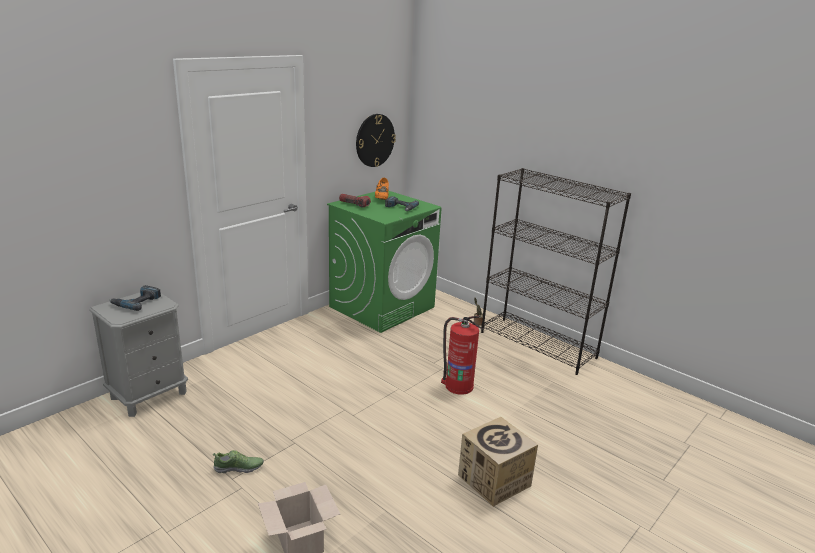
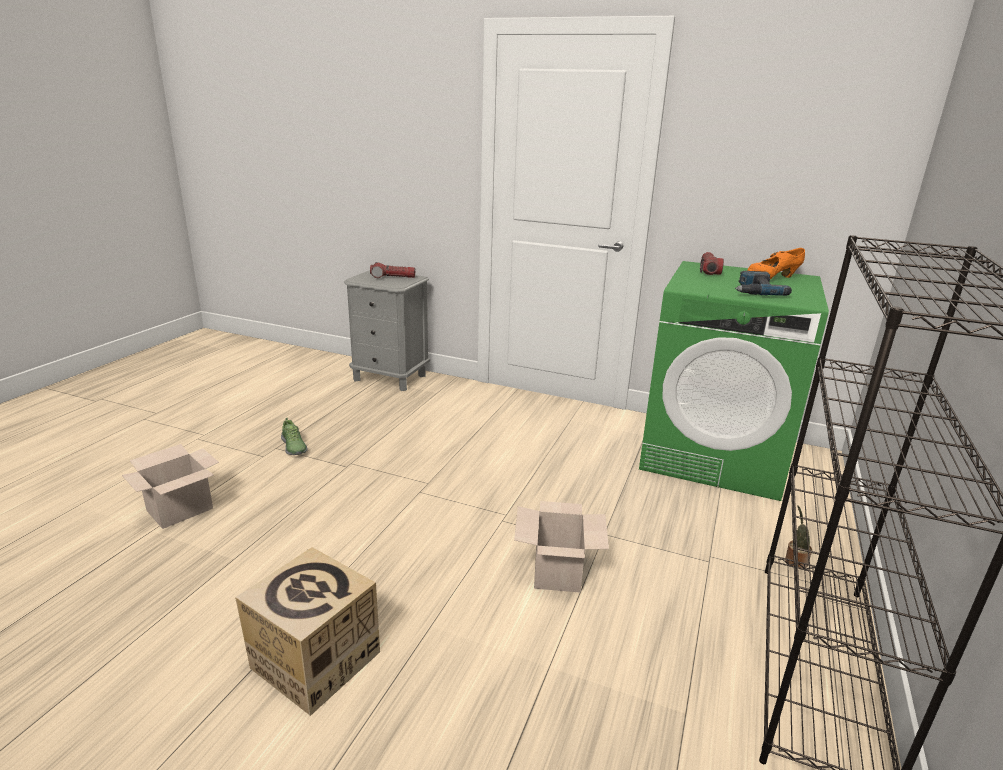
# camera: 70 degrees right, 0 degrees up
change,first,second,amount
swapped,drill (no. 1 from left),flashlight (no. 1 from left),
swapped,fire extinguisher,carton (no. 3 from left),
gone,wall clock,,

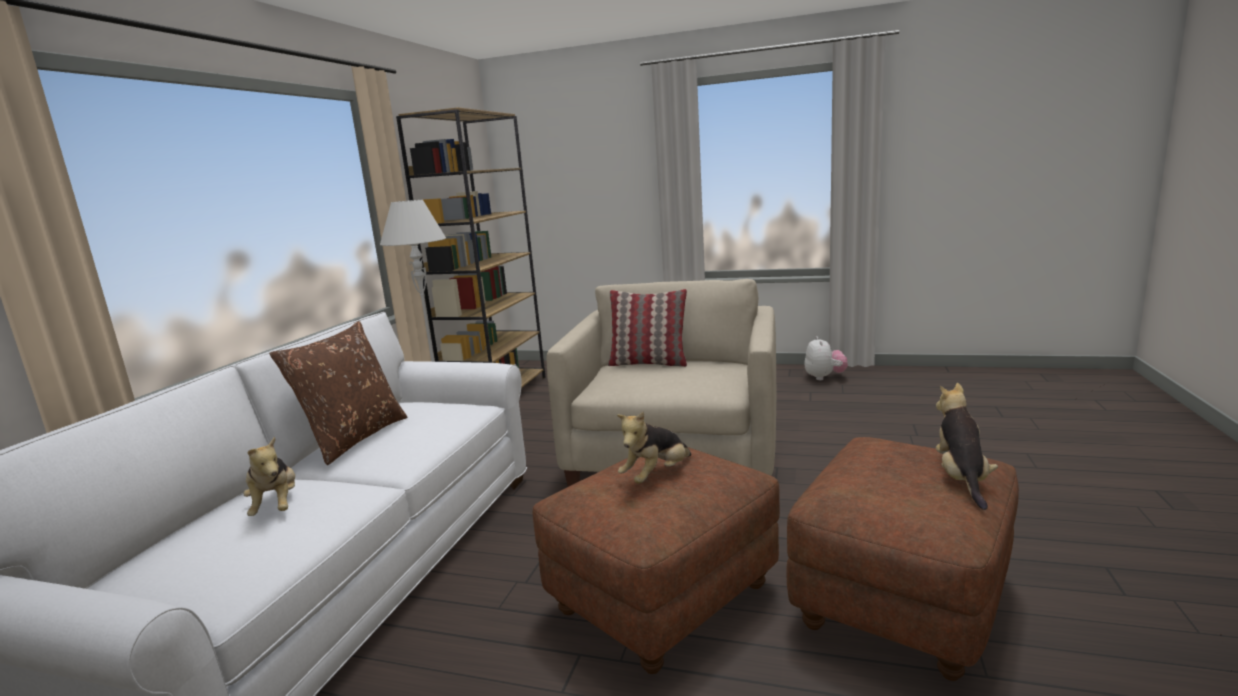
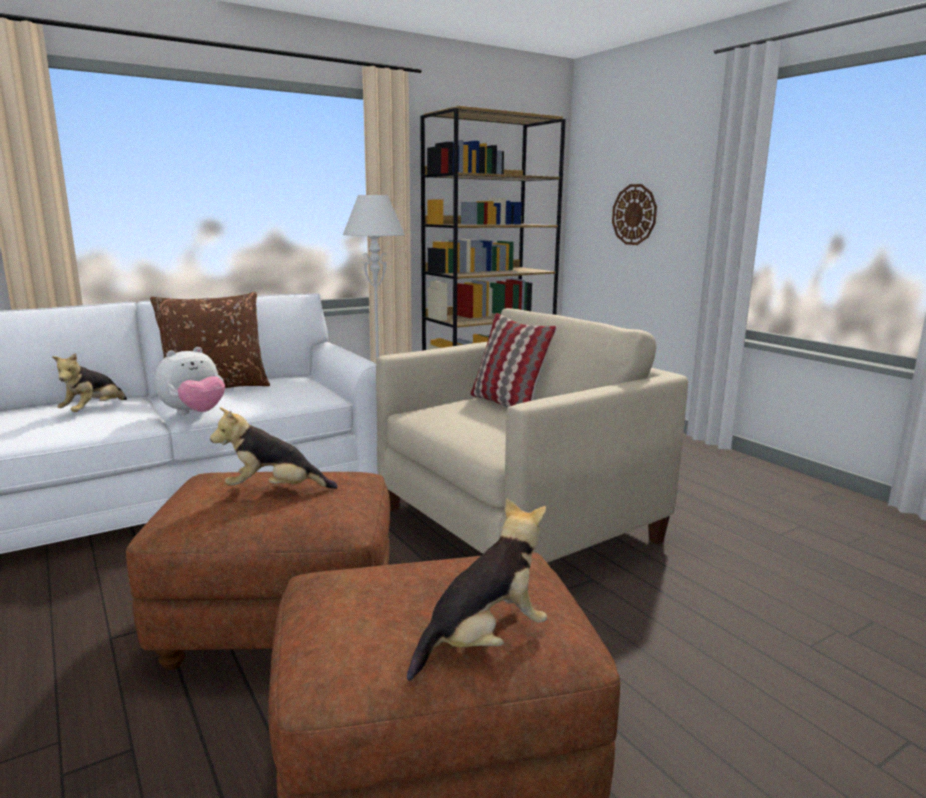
# camera: 40 degrees right, 0 degrees up
change,first,second,amount
shifted,cuddly toy (no. 3 from left in the first image),cuddly toy (no. 2 from left),
new,,wall clock,

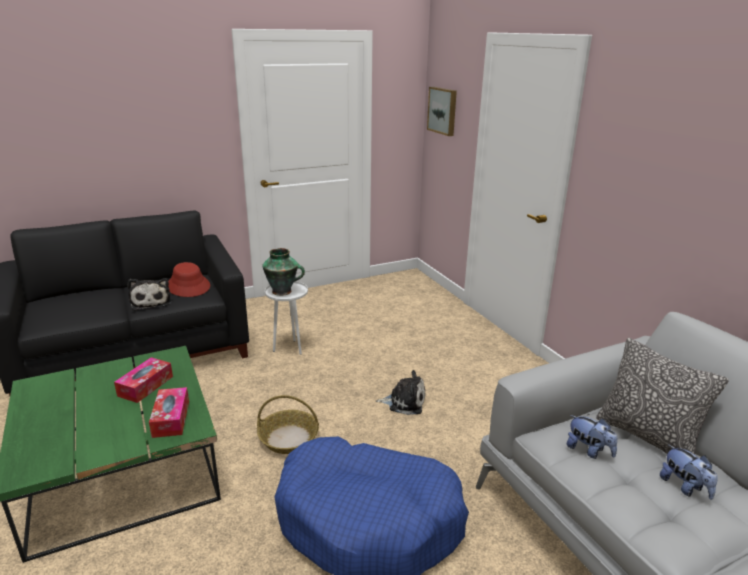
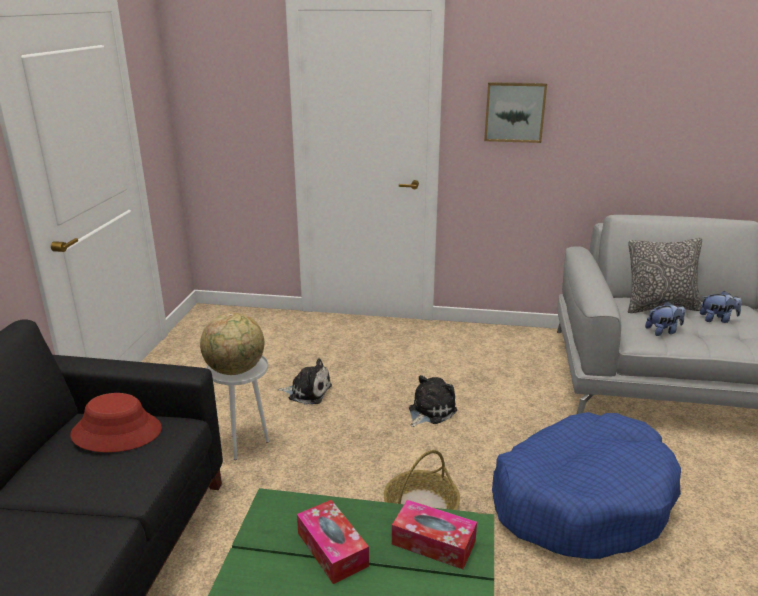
# camera: 55 degrees left, 0 degrees up
change,first,second,amount
swapped,vase,globe,
shifted,cuddly toy (no. 1 from left),,
shifted,wall picture,,

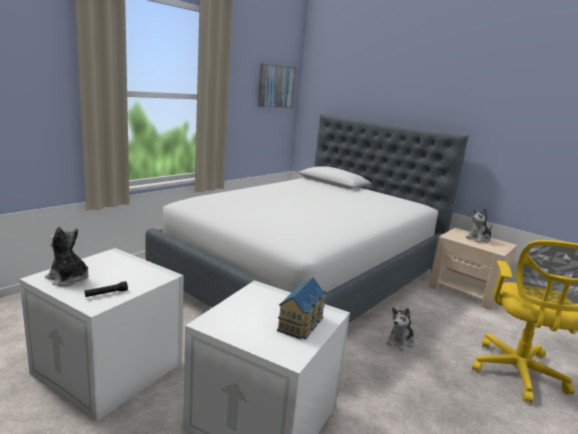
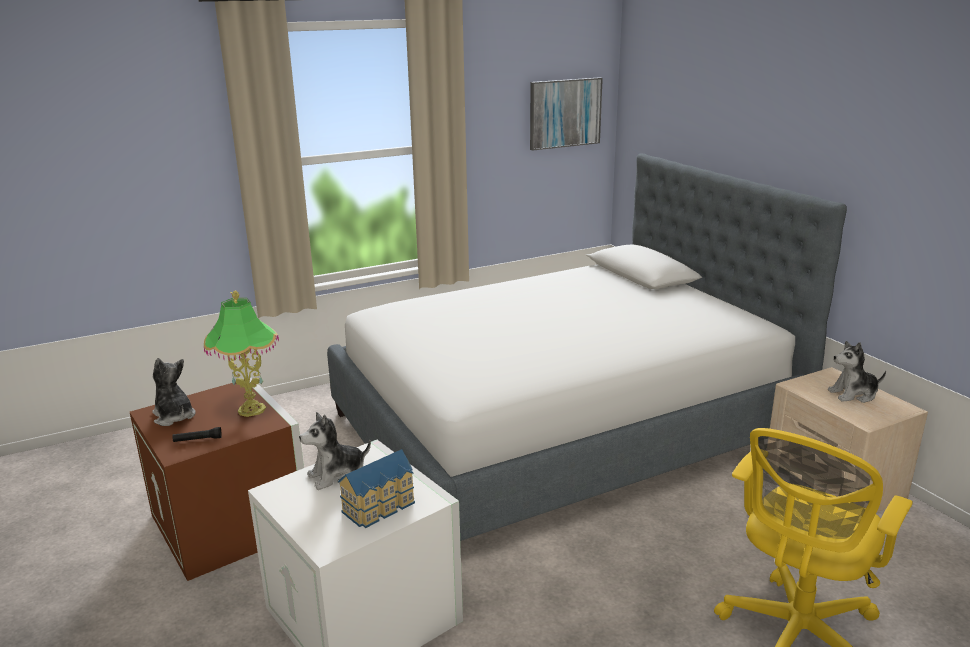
# camera: 25 degrees right, 5 degrees up
change,first,second,amount
repainted,white-coloured storage box (no. 1 from left),brown storage box,
new,,tabletop lamp,
shifted,cuddly toy (no. 2 from left),,

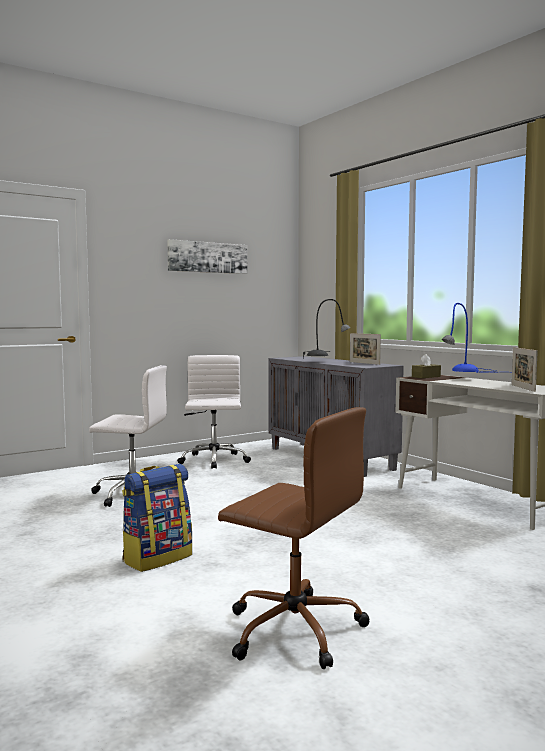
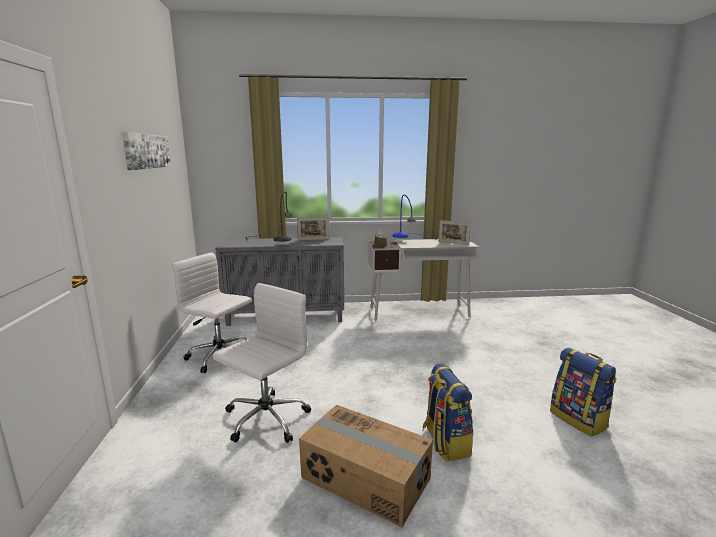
# camera: 60 degrees left, 10 degrees up
change,first,second,amount
new,,carton,
swapped,brown office chair,rucksack (no. 2 from left),

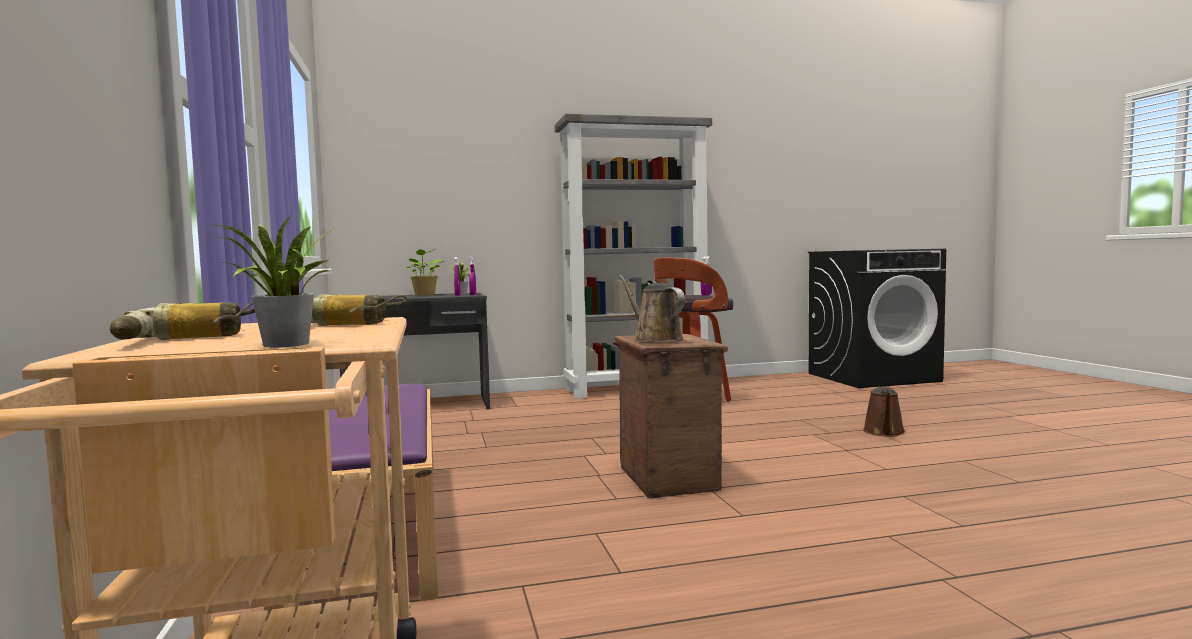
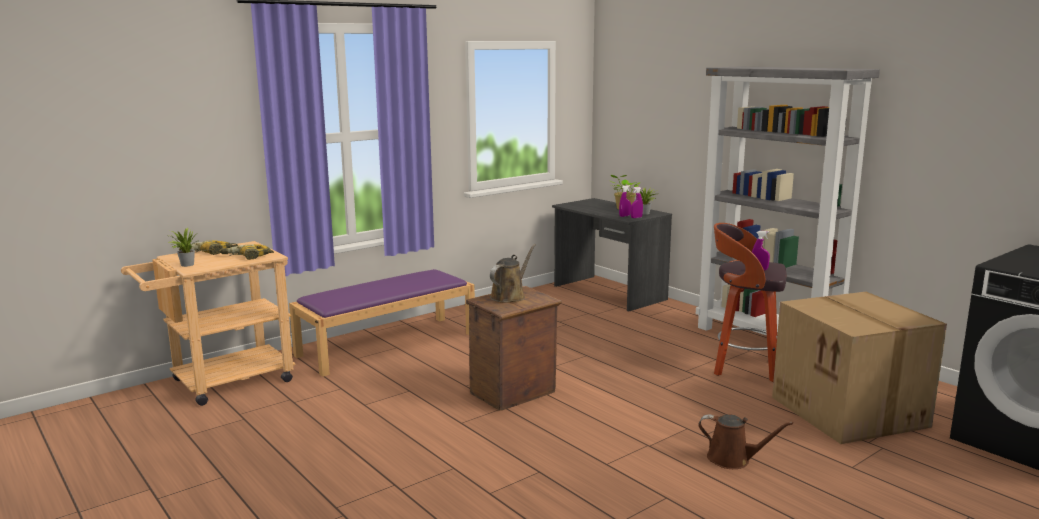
# camera: 65 degrees right, 10 degrees up
change,first,second,amount
rotated,brown sprinkling can (no. 2 from left),,150 degrees counterclockwise
new,,carton,

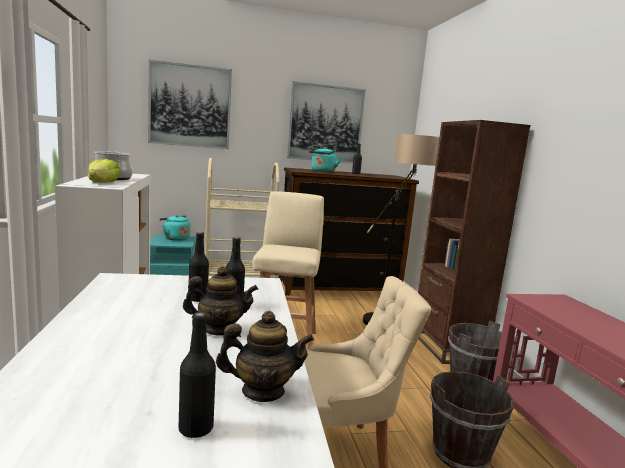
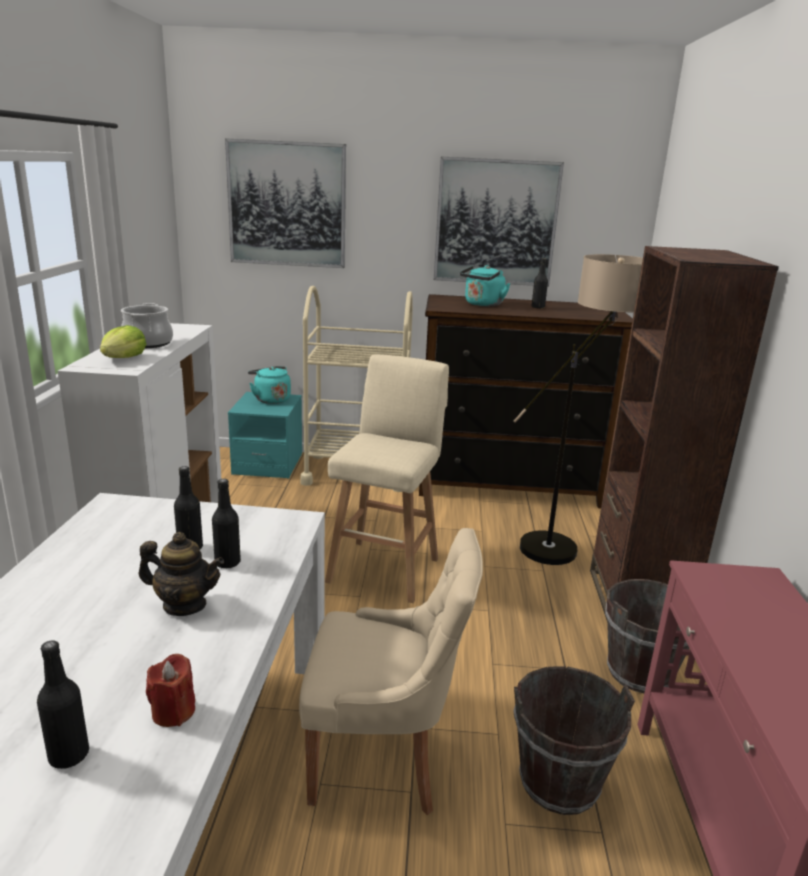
# camera: 15 degrees right, 10 degrees up
change,first,second,amount
swapped,tea pot (no. 2 from left),red-coloured wax candle,

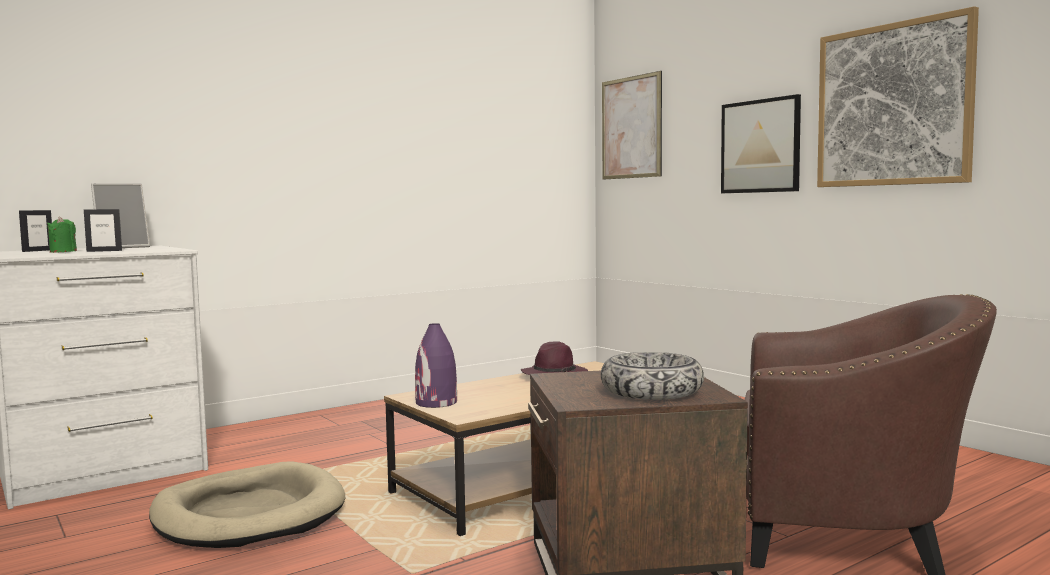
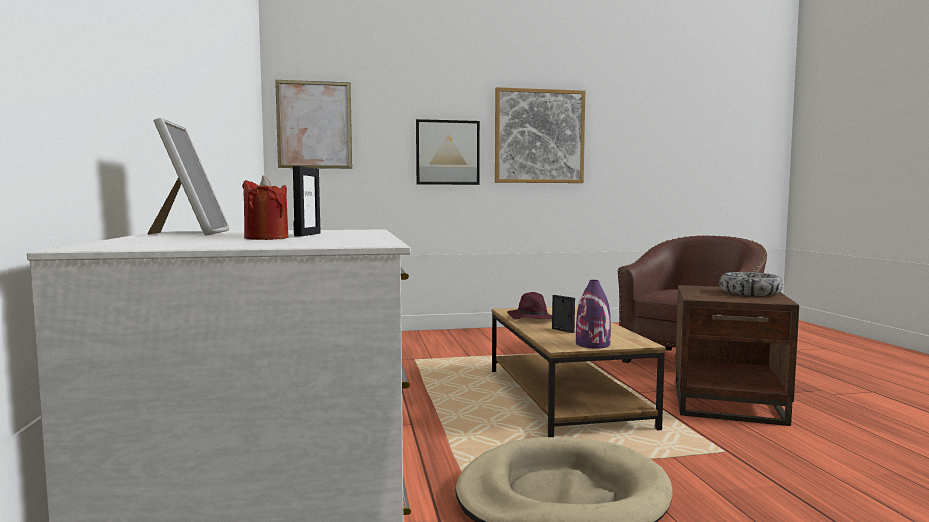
# camera: 65 degrees left, 0 degrees up
change,first,second,amount
repainted,green wax candle,red-coloured wax candle,
shifted,standing frame (no. 1 from left in the first image),standing frame (no. 3 from left),

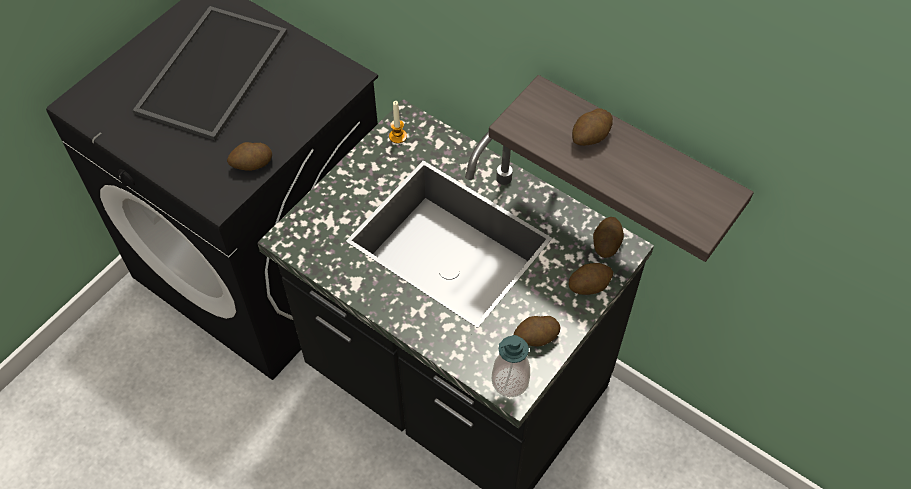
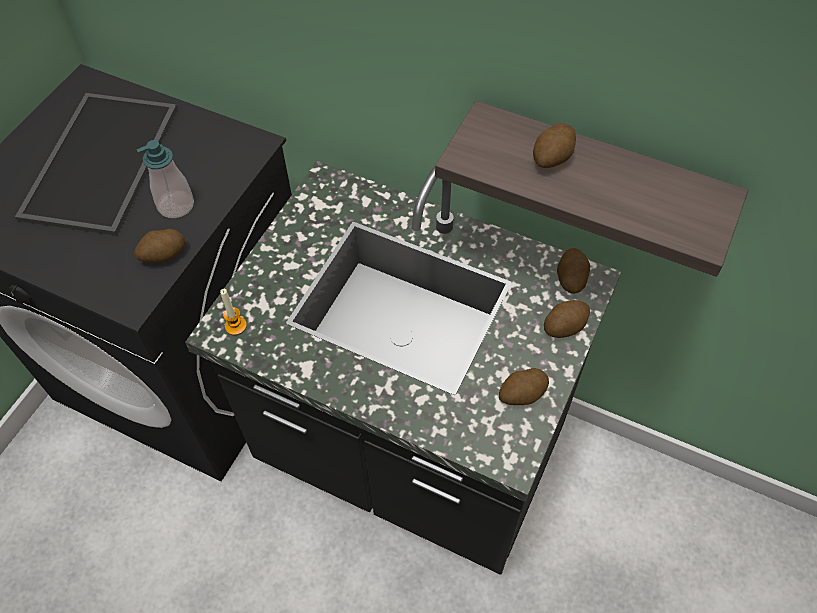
# camera: 10 degrees left, 0 degrees up
change,first,second,amount
shifted,soap dispenser,,
shifted,wax candle,,

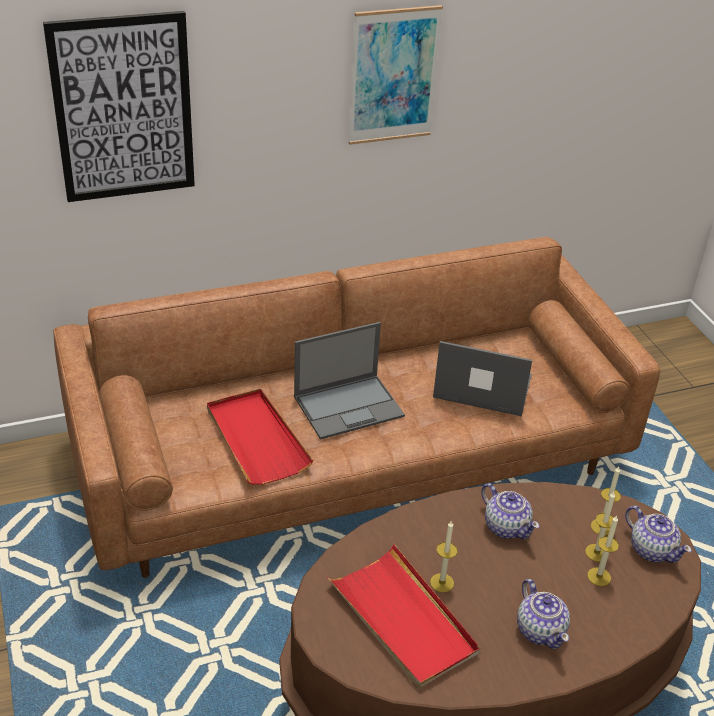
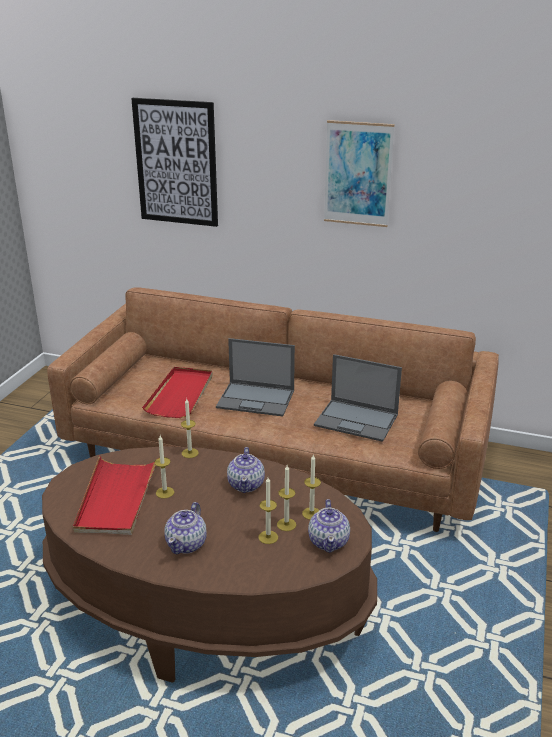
# camera: 40 degrees right, 10 degrees down
change,first,second,amount
new,,wax candle (no. 2 from left),
rotated,portable computer (no. 2 from left),,150 degrees clockwise

